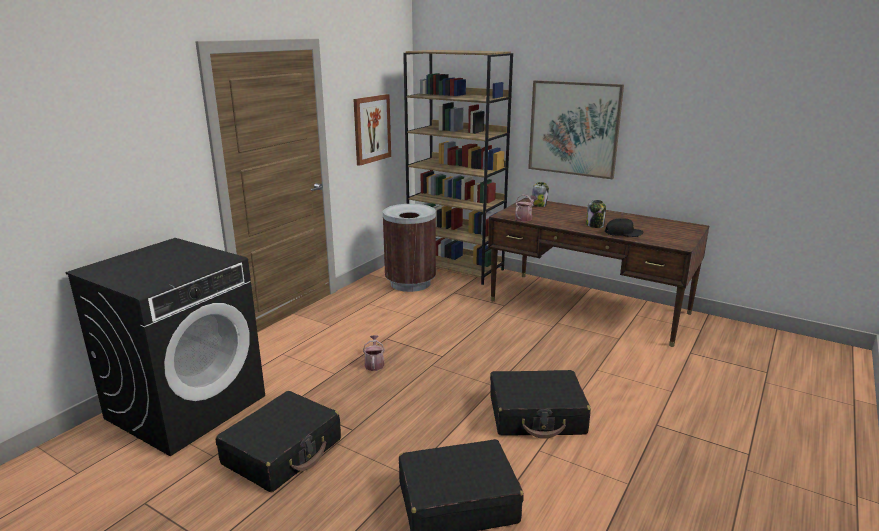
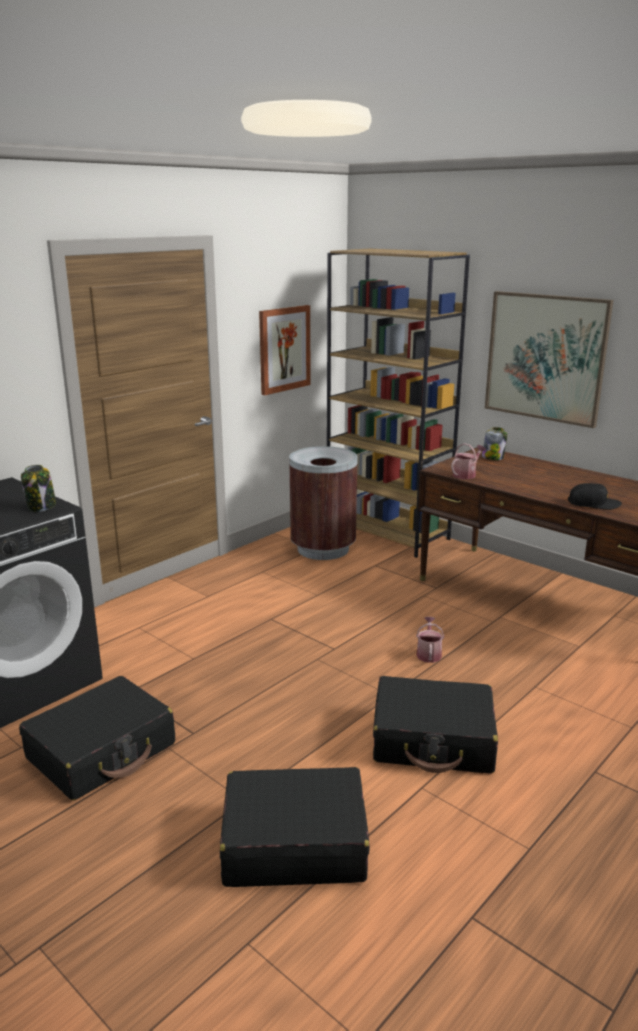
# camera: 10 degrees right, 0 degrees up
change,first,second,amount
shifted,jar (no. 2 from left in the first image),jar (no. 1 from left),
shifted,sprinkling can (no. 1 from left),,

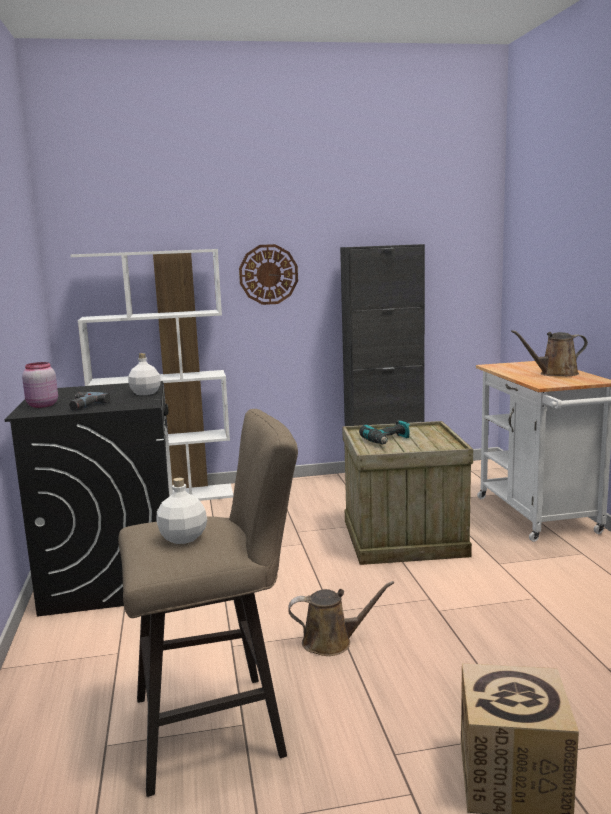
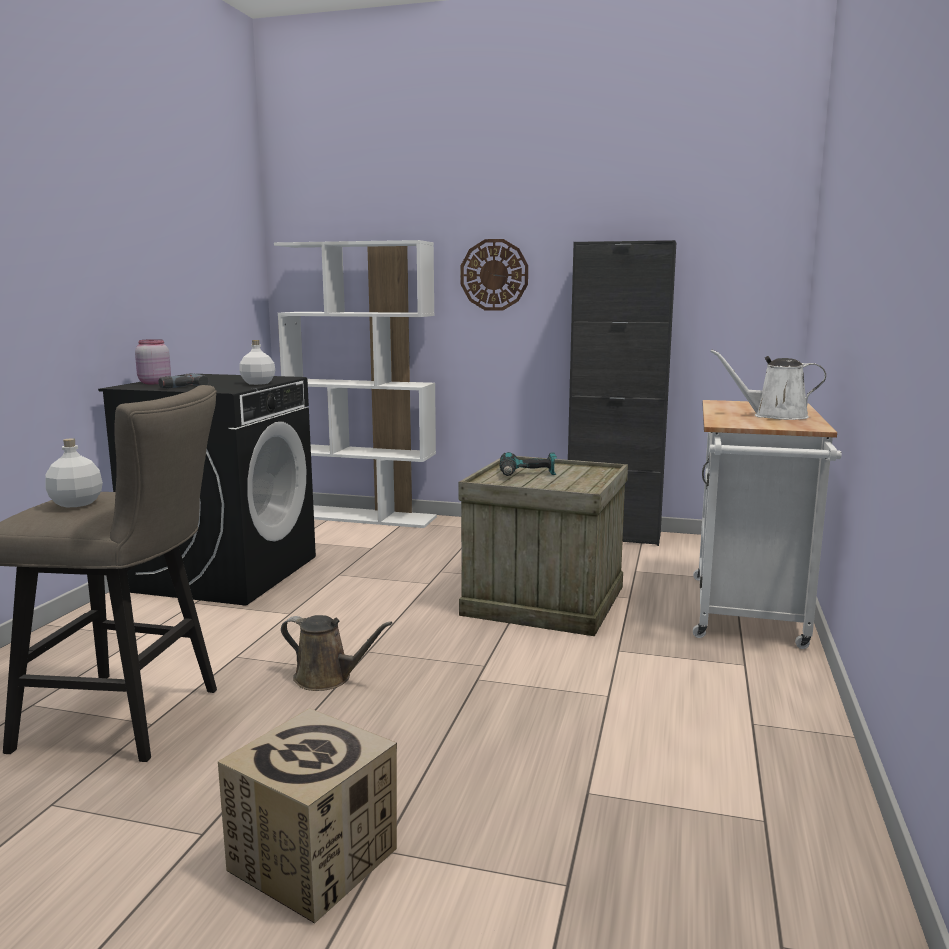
# camera: 25 degrees right, 0 degrees up
change,first,second,amount
repainted,brown sprinkling can (no. 2 from left),white-coloured sprinkling can,

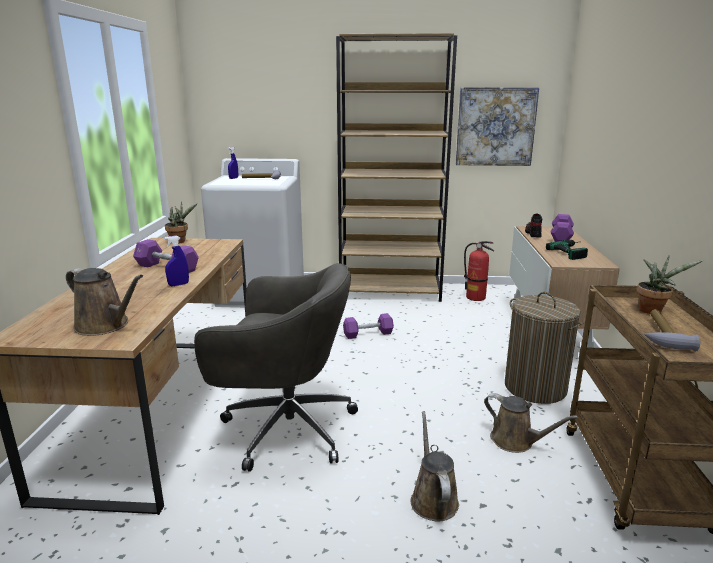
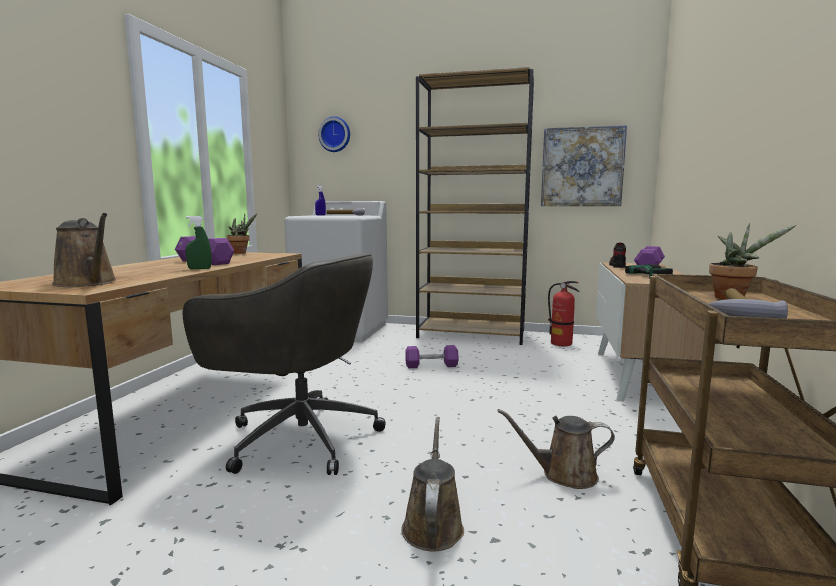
# camera: 10 degrees right, 10 degrees down
change,first,second,amount
repainted,bluish hand sprayer (no. 1 from left),green hand sprayer,
new,,wall clock,
rotated,brown sprinkling can (no. 3 from left),,135 degrees clockwise
gone,washing basket,,

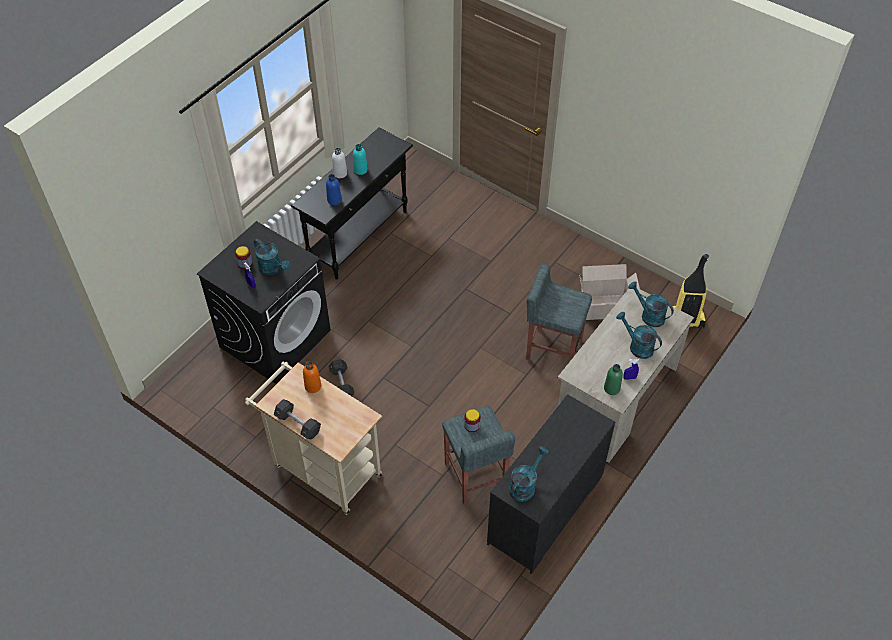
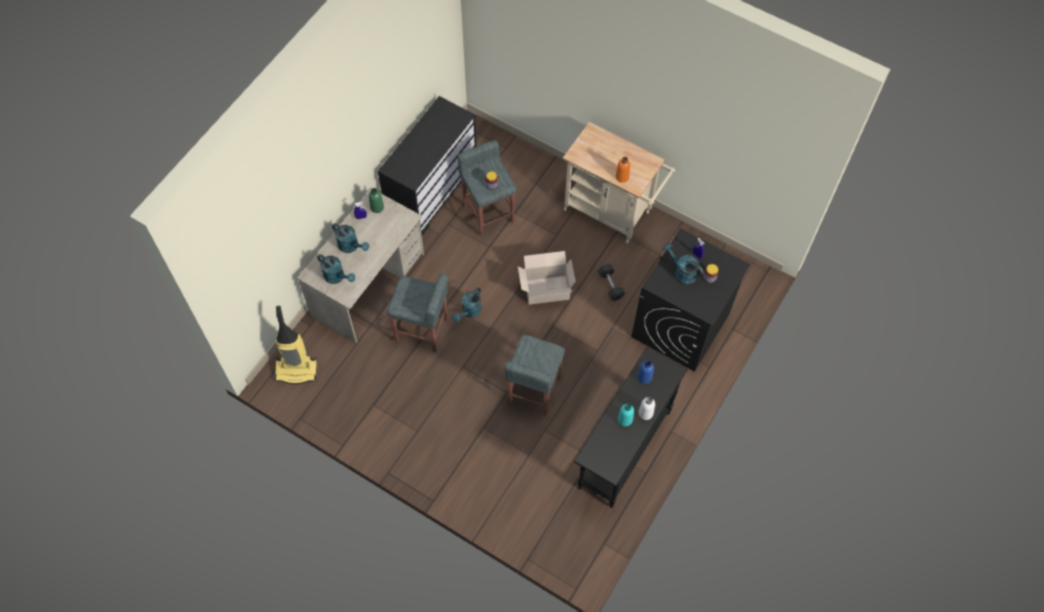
# camera: 175 degrees right, 10 degrees up
change,first,second,amount
shifted,turquoise sprinkling can (no. 2 from left in the first image),turquoise sprinkling can (no. 3 from left),
new,,grey stool (no. 3 from left),
shifted,carton,,
gone,grey free weight (no. 1 from left),,

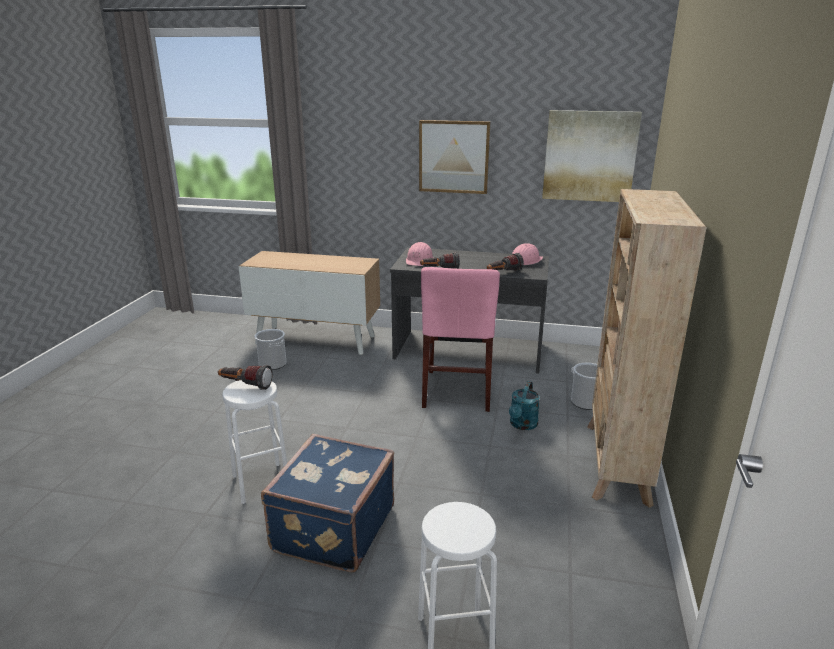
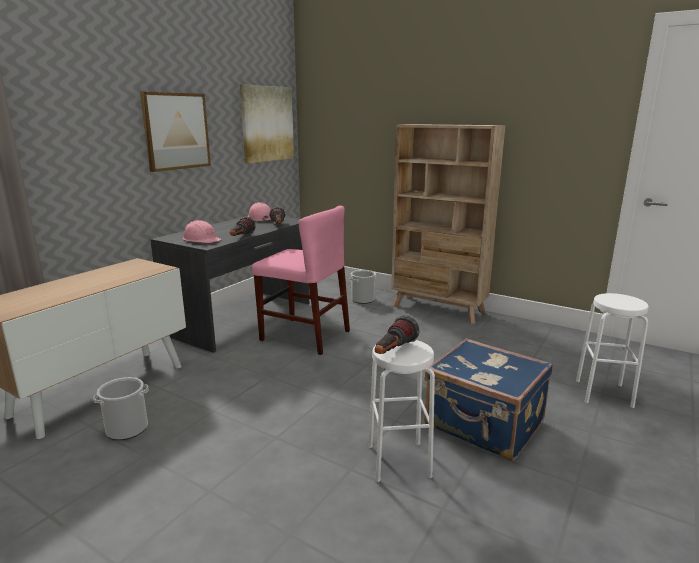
# camera: 70 degrees left, 5 degrees down
change,first,second,amount
gone,turquoise sprinkling can,,

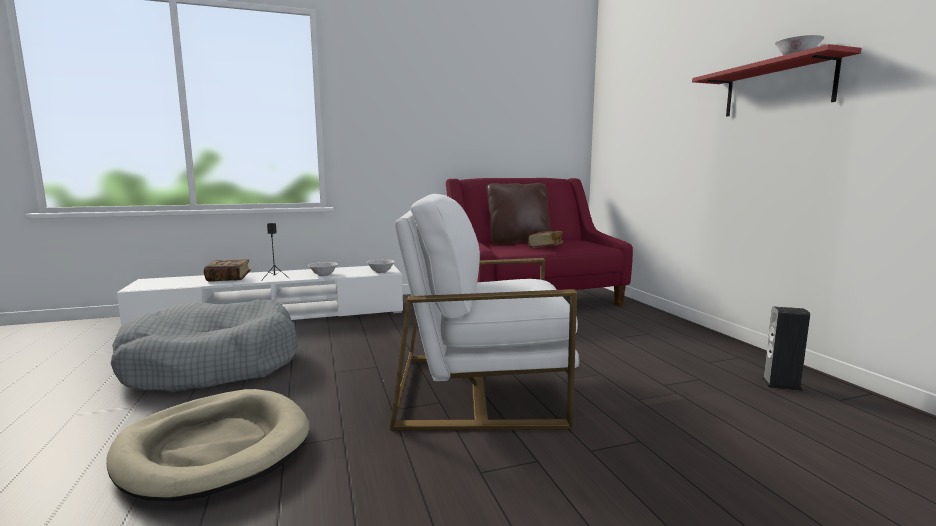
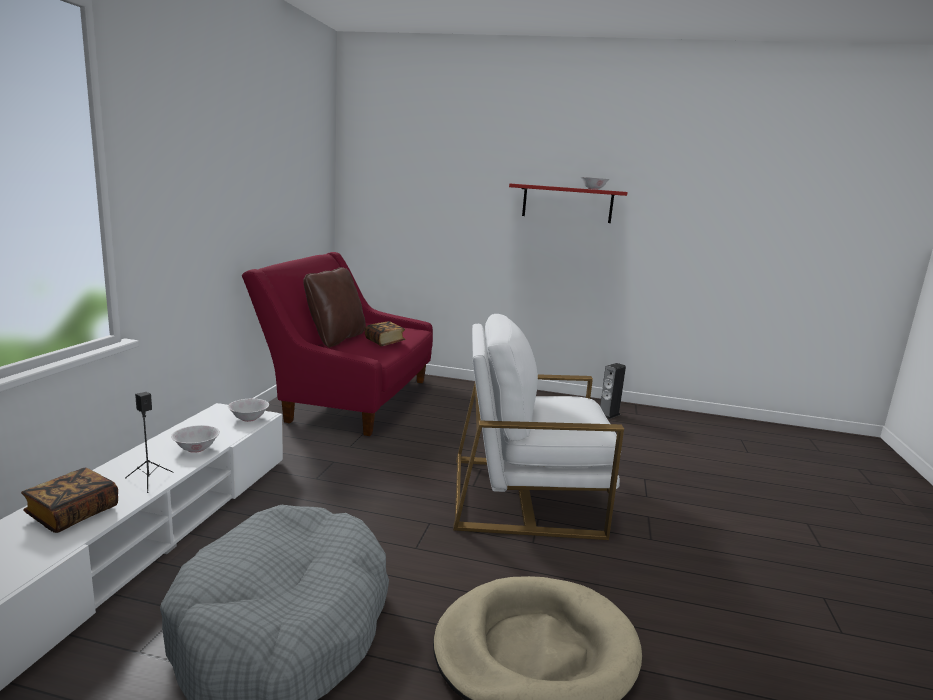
# camera: 60 degrees left, 5 degrees up
change,first,second,amount
rotated,white-coloured armchair,,60 degrees clockwise

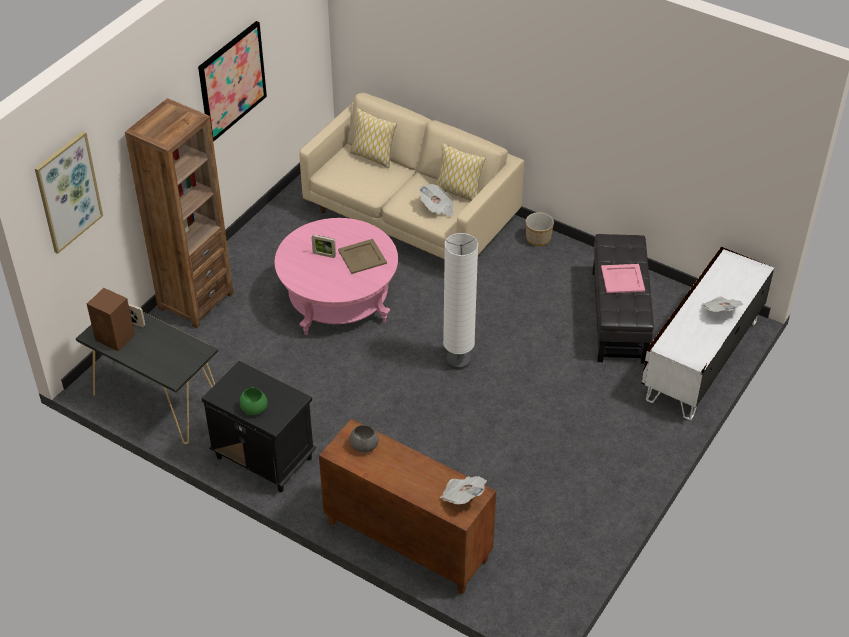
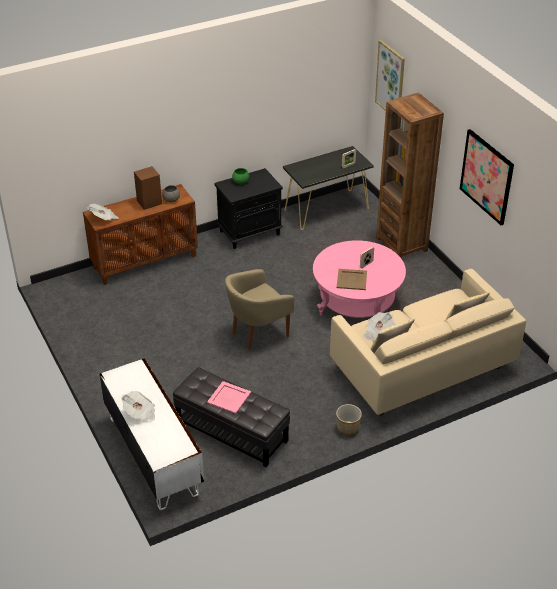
# camera: 120 degrees right, 5 degrees down
change,first,second,amount
shifted,brown audio speaker,,
swapped,white-coloured standard lamp,beige-coloured armchair,

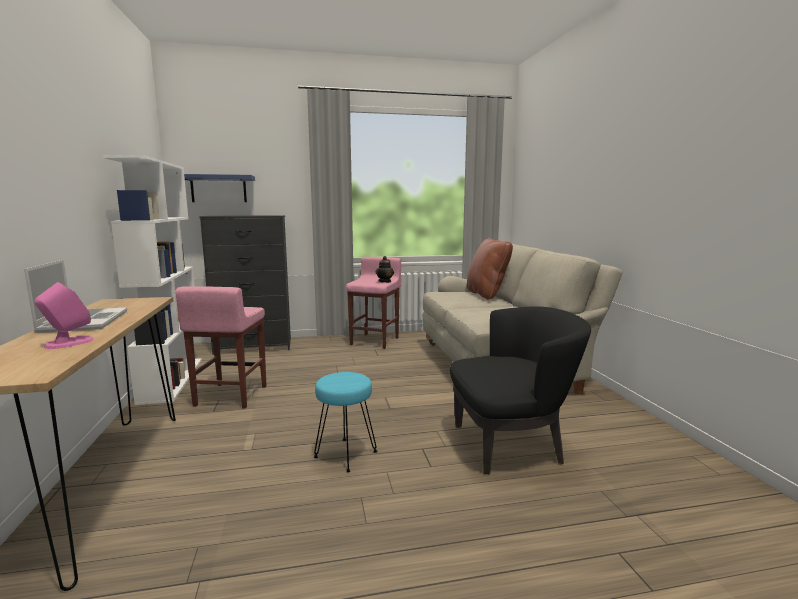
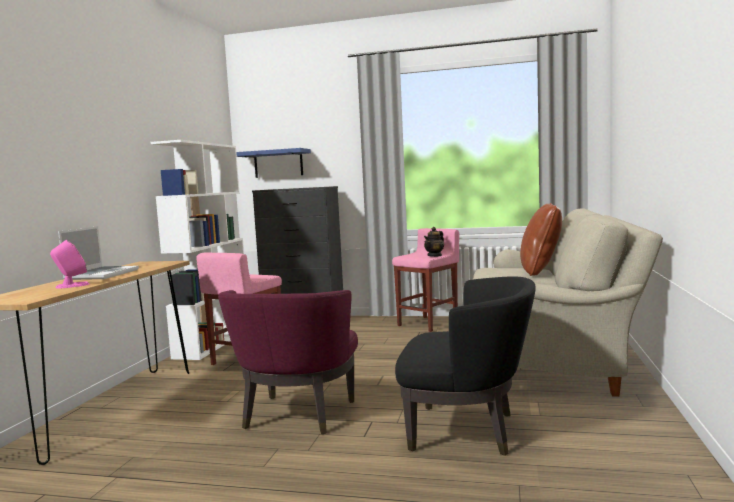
# camera: 25 degrees right, 5 degrees down
change,first,second,amount
swapped,turquoise stool,purple armchair,

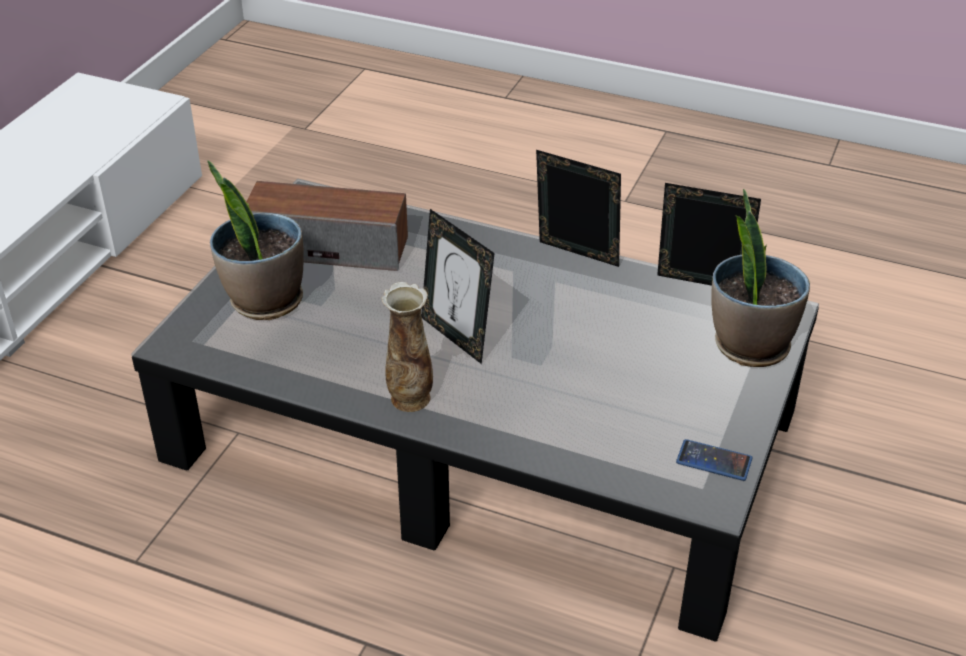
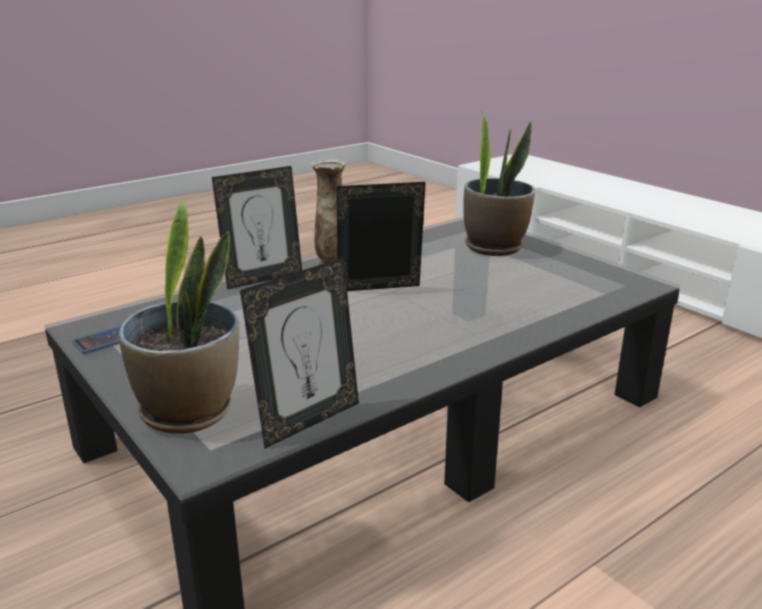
# camera: 120 degrees right, 15 degrees down
change,first,second,amount
shifted,standing frame (no. 2 from left in the first image),standing frame (no. 1 from left),
gone,audio speaker,,

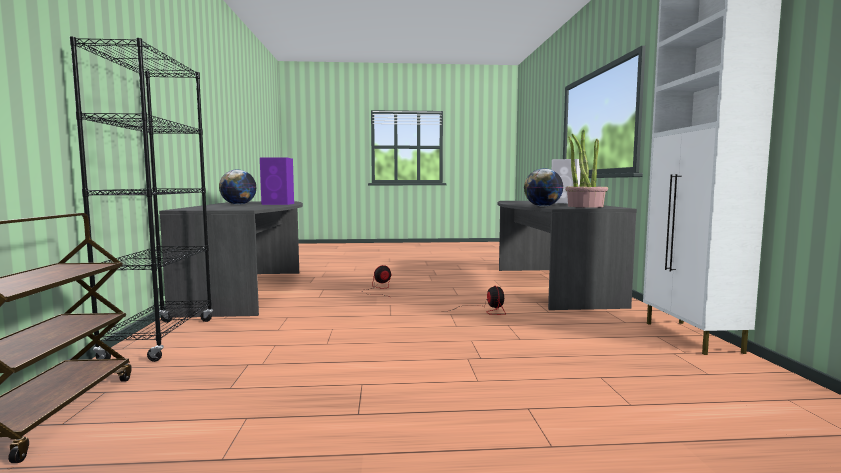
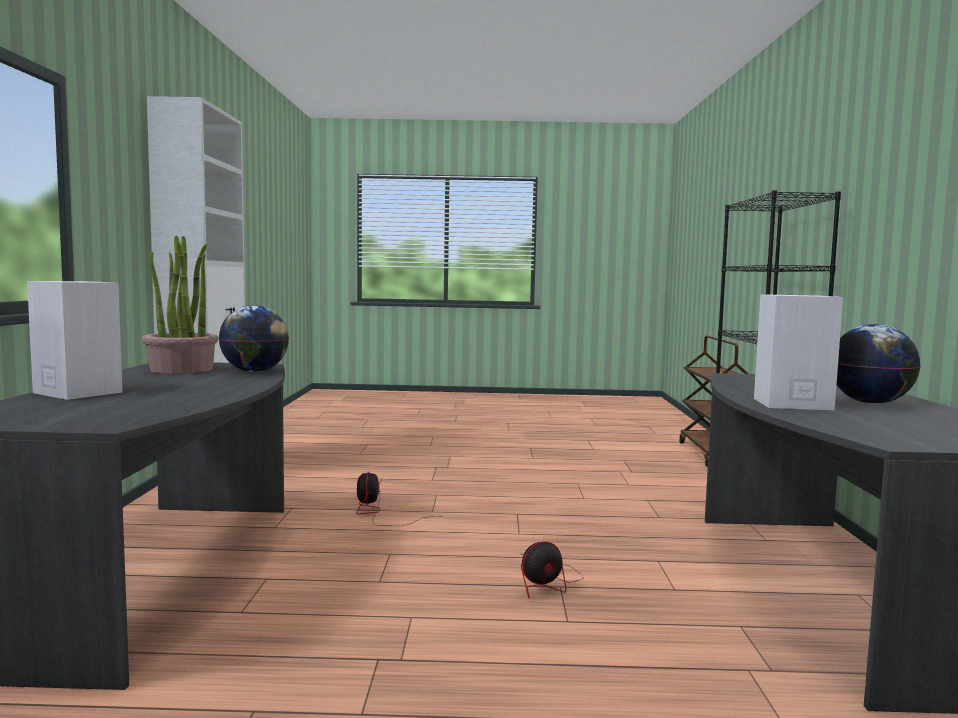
# camera: 175 degrees left, 0 degrees up
change,first,second,amount
repainted,purple audio speaker,white-coloured audio speaker (no. 2 from left),

